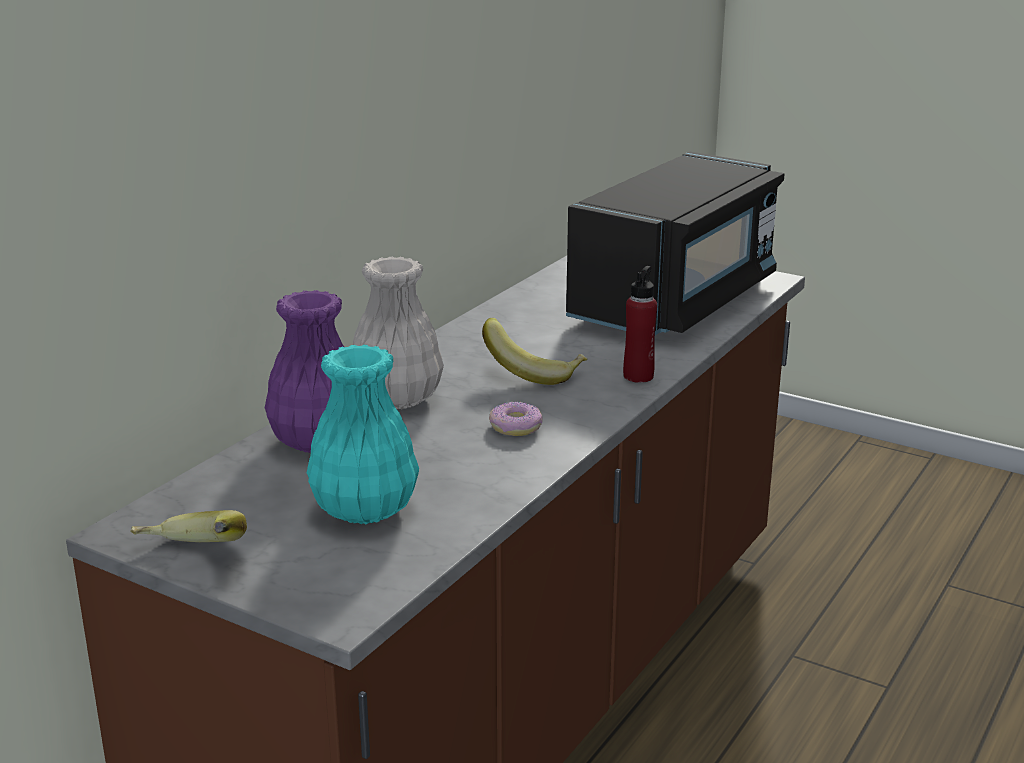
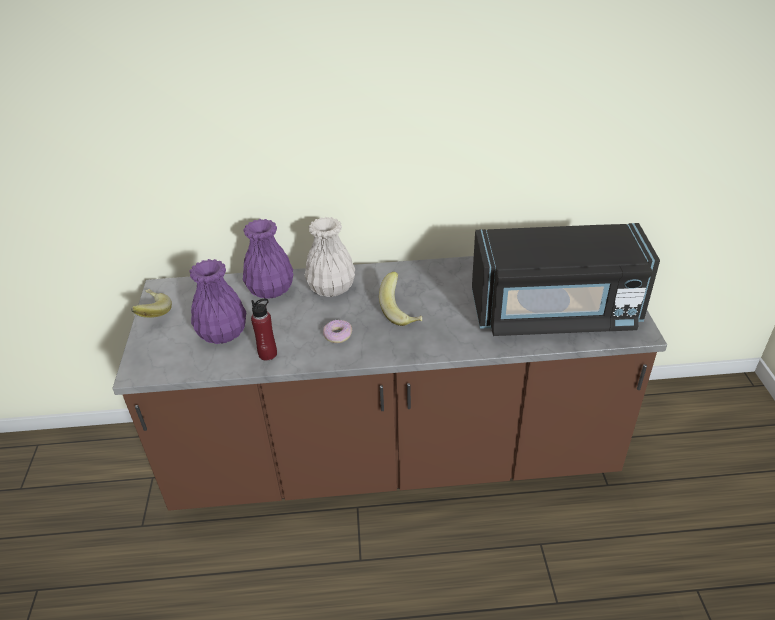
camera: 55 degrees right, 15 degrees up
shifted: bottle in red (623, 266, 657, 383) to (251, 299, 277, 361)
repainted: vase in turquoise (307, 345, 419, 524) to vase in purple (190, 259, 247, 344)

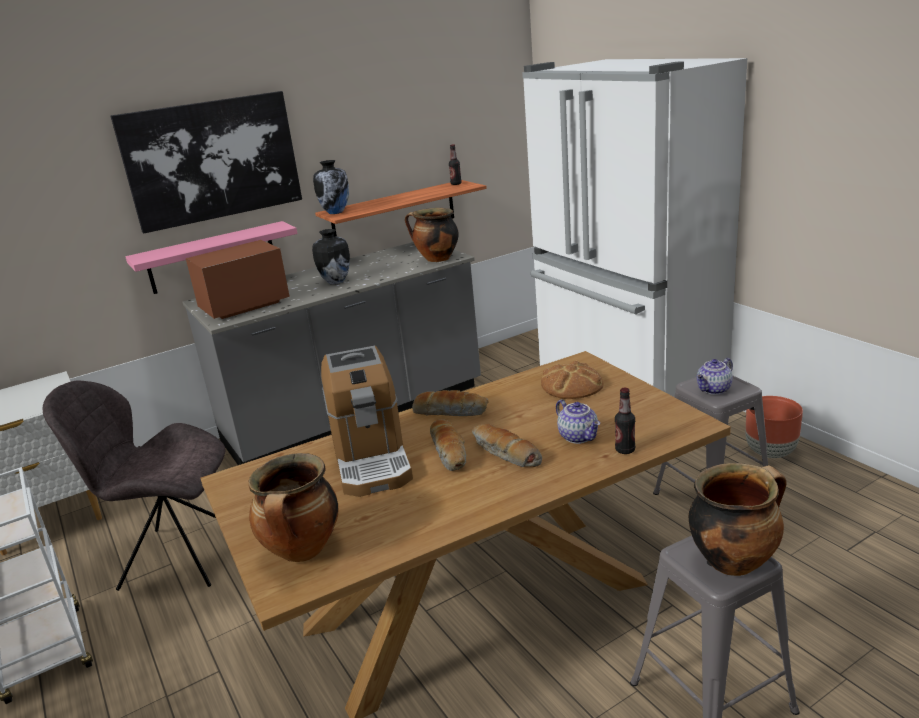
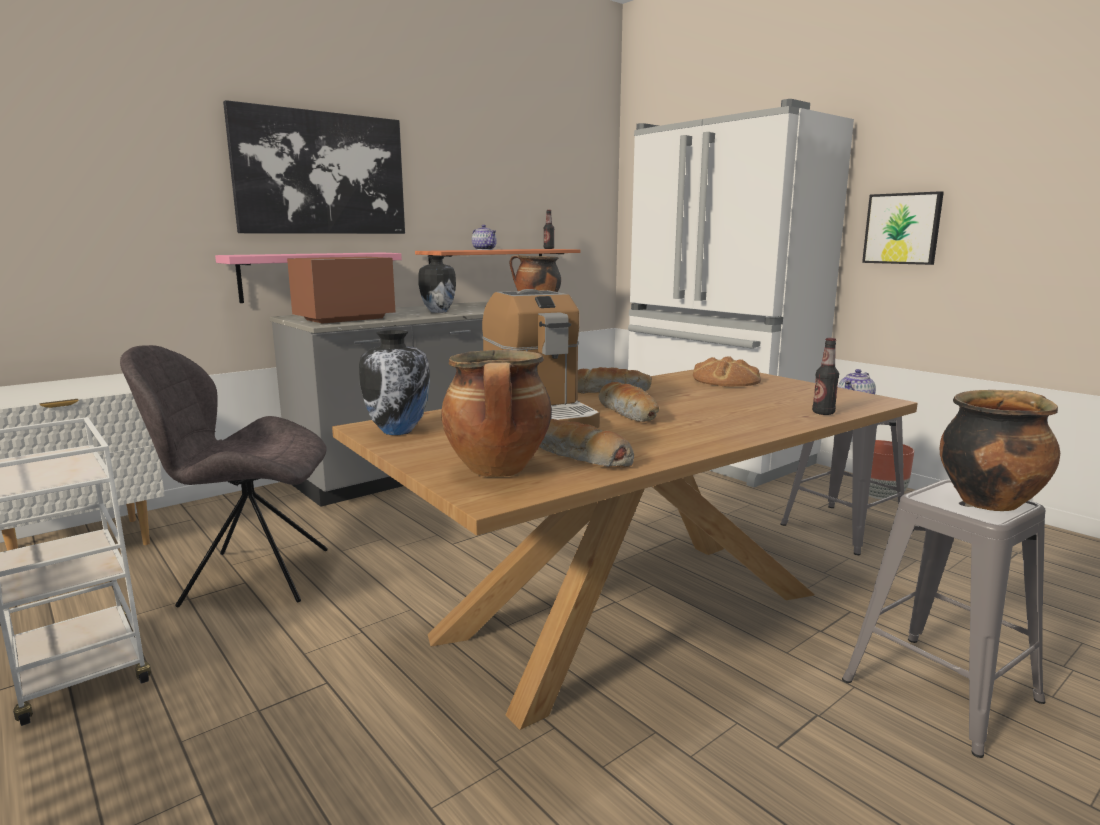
camera: 10 degrees left, 10 degrees down
new: picture (862, 191, 944, 265)
shifted: vase (313, 160, 349, 214) to (359, 330, 430, 435); teapot (556, 400, 600, 444) to (472, 225, 497, 250); bread (472, 424, 542, 467) to (539, 419, 634, 468)

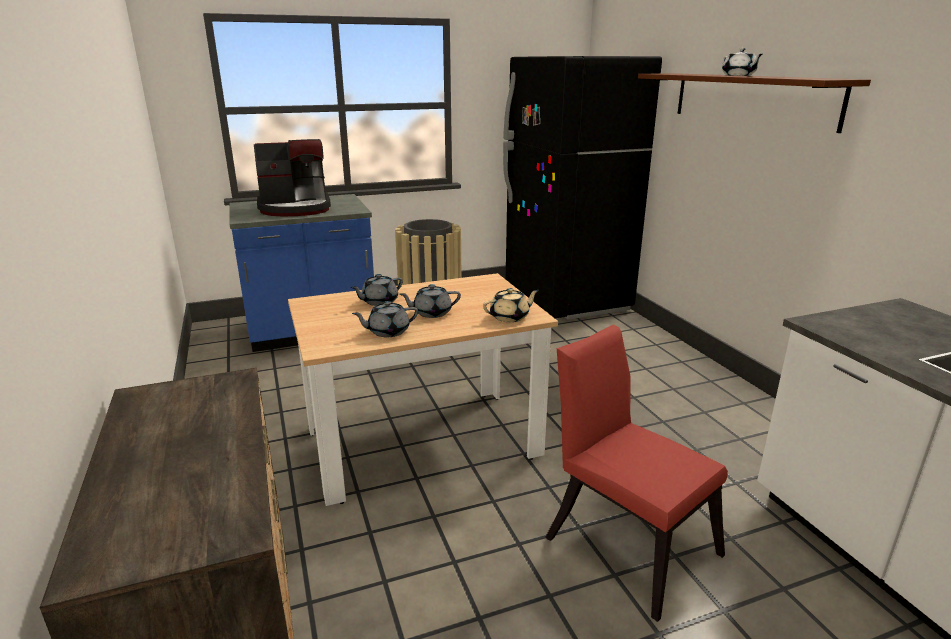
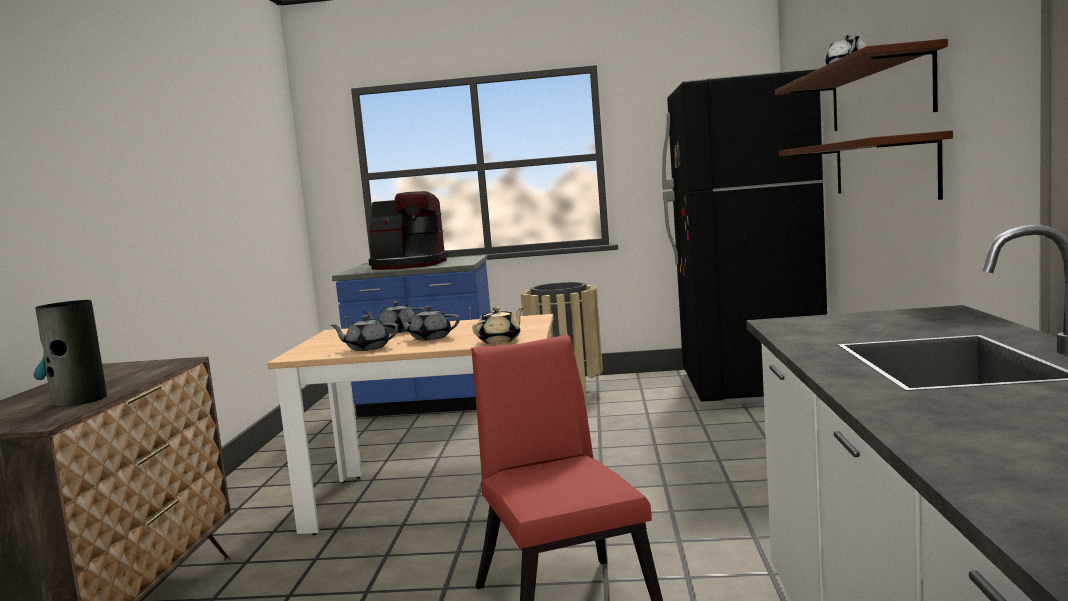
camera: 25 degrees right, 15 degrees down
new: vase (34, 300, 107, 407); shelf in brown (779, 130, 953, 200)
rotated: teapot in beige (483, 288, 539, 322) = (472, 307, 524, 344) 45 degrees counterclockwise

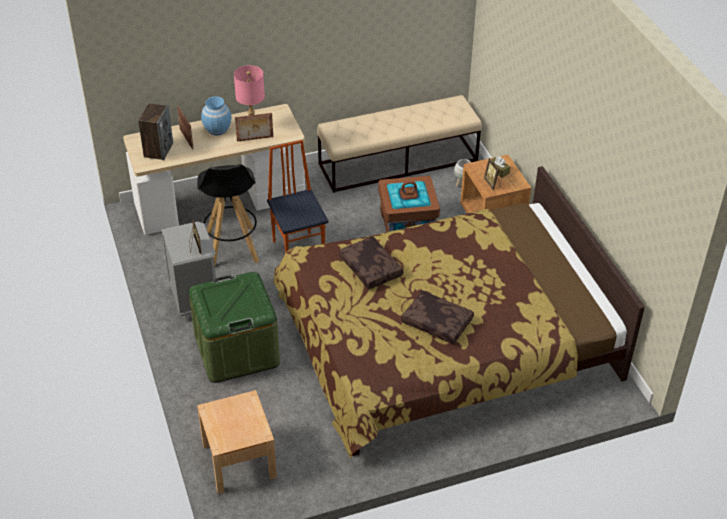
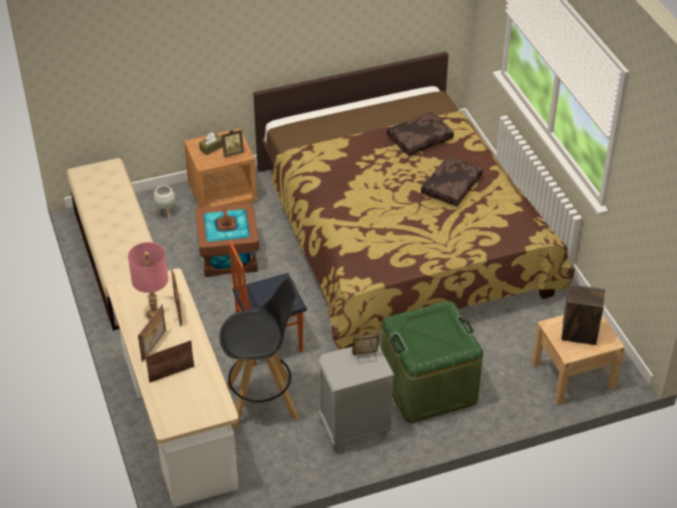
camera: 90 degrees left, 0 degrees up
shifted: pillow in brown (339, 236, 403, 290) to (387, 112, 454, 156); speaker (138, 103, 173, 160) to (561, 284, 605, 345)
swapped: vase in blue (201, 96, 231, 135) to picture frame (138, 305, 166, 362)

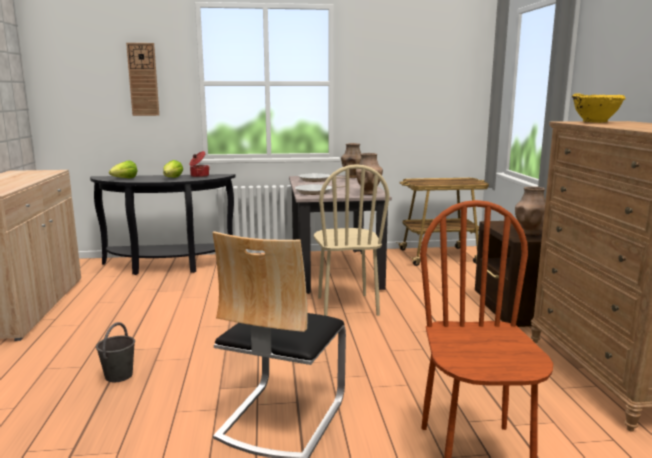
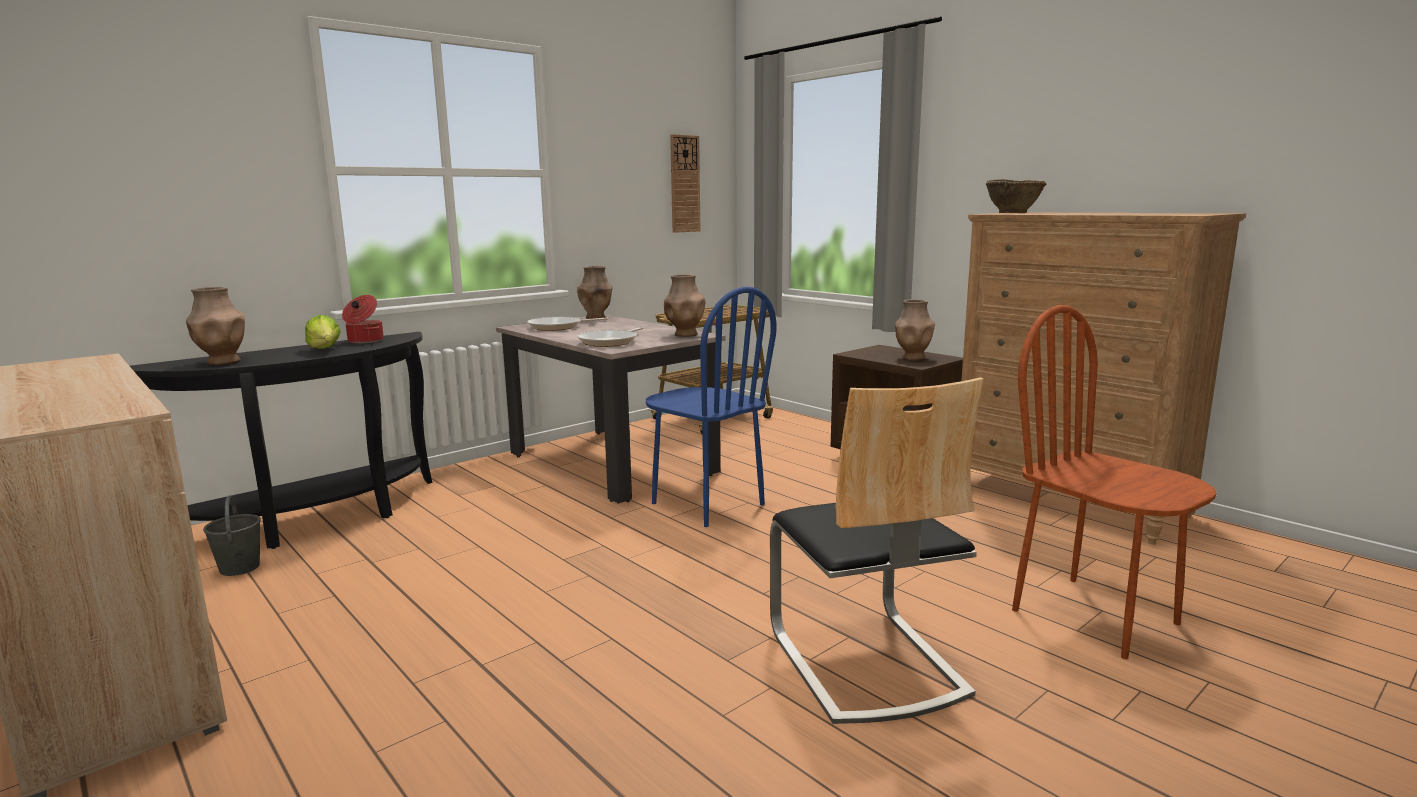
camera: 35 degrees left, 0 degrees up
shifted: bucket in grey (96, 322, 135, 382) to (203, 495, 261, 576); wall clock (126, 43, 159, 116) to (670, 134, 701, 233)
swapped: lettuce (109, 160, 138, 178) to vase in brown (186, 287, 245, 365)
repainted: chair in beige (314, 164, 389, 316) to chair in blue (646, 287, 777, 527); bowl in yellow (572, 93, 626, 123) to bowl in brown (986, 179, 1047, 213)

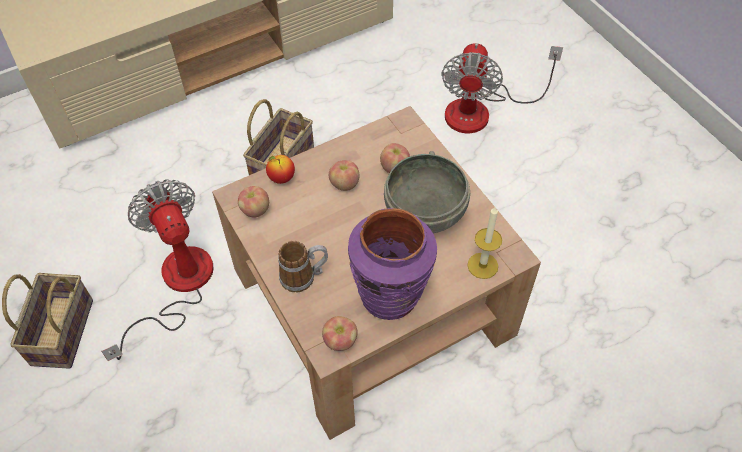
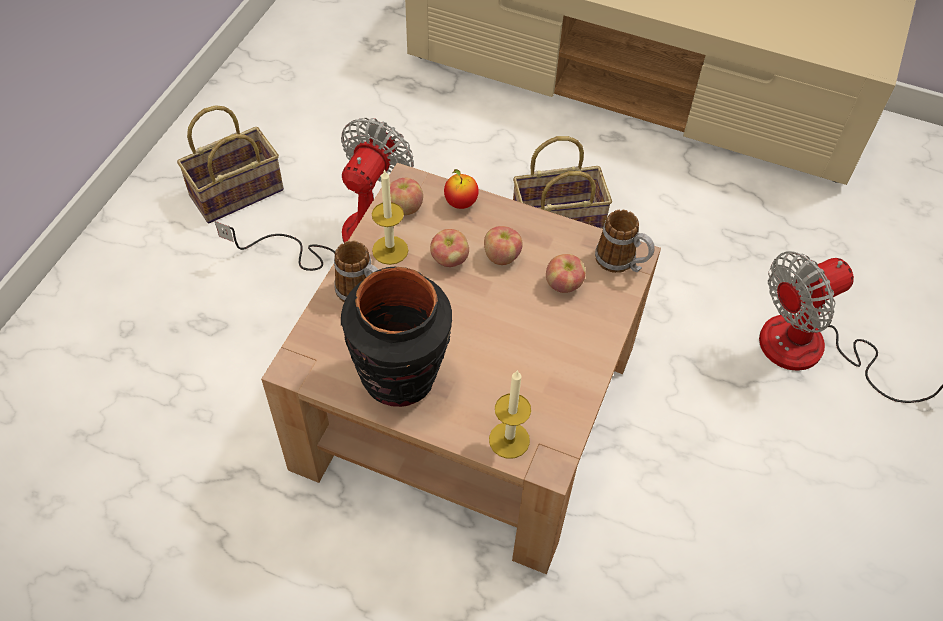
camera: 50 degrees right, 0 degrees up
gone: bowl in grey (384, 151, 470, 234)
new: candle (372, 169, 408, 265); mug (595, 210, 655, 273)
shifted: apple (322, 316, 358, 351) to (430, 229, 469, 267)
repainted: vase in purple (348, 208, 437, 320) to vase in black (341, 267, 452, 407)

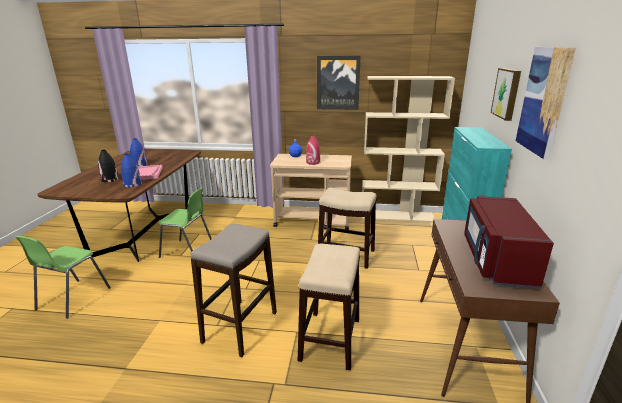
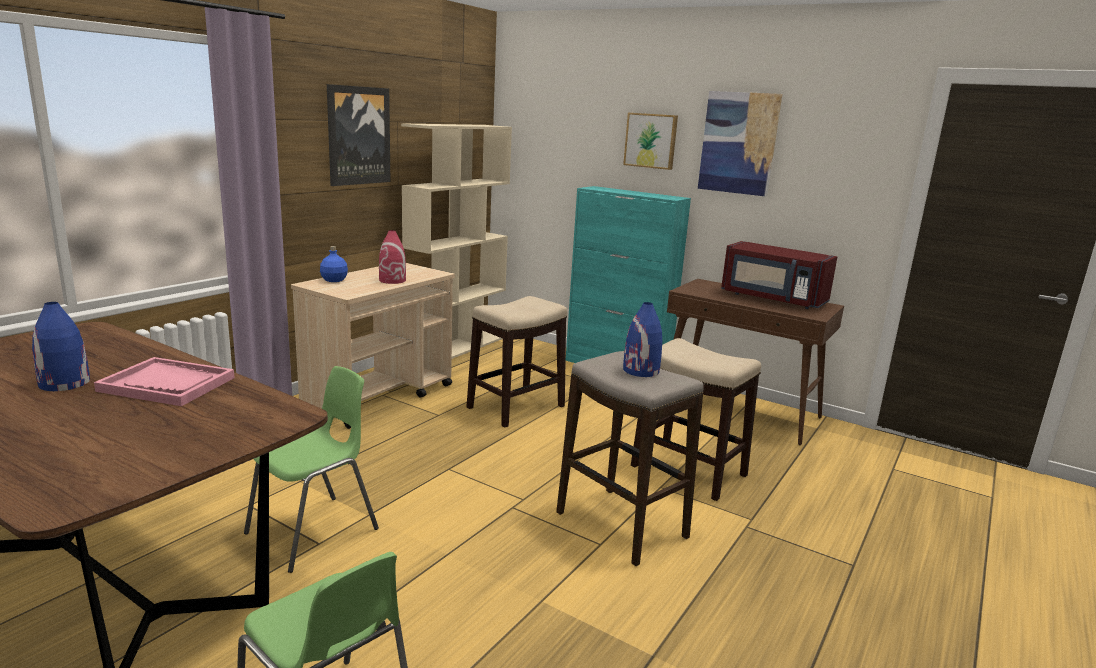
camera: 65 degrees left, 5 degrees down
gone: vase in black (98, 150, 119, 182)
shifted: vase in blue (121, 154, 142, 187) to (623, 302, 662, 377)

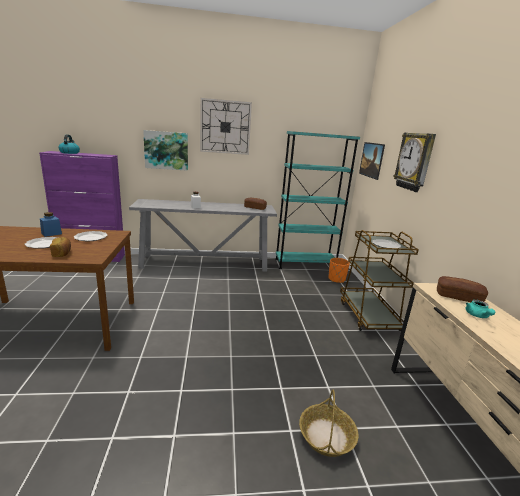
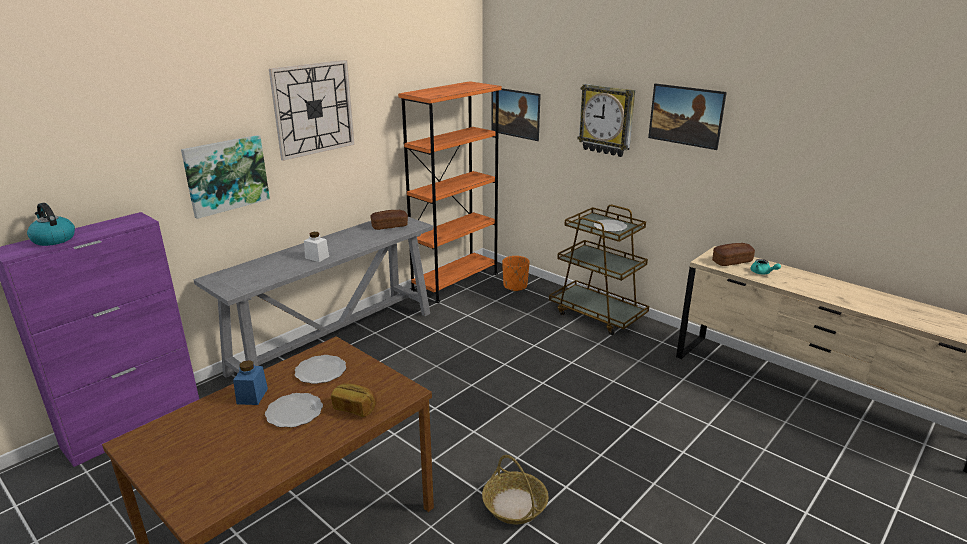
camera: 40 degrees left, 5 degrees up
new: picture (648, 83, 727, 150)
shifted: basket (299, 390, 358, 457) to (482, 455, 548, 524)
repainted: bookcase in turquoise (275, 131, 360, 269) to bookcase in orange (398, 81, 502, 303)

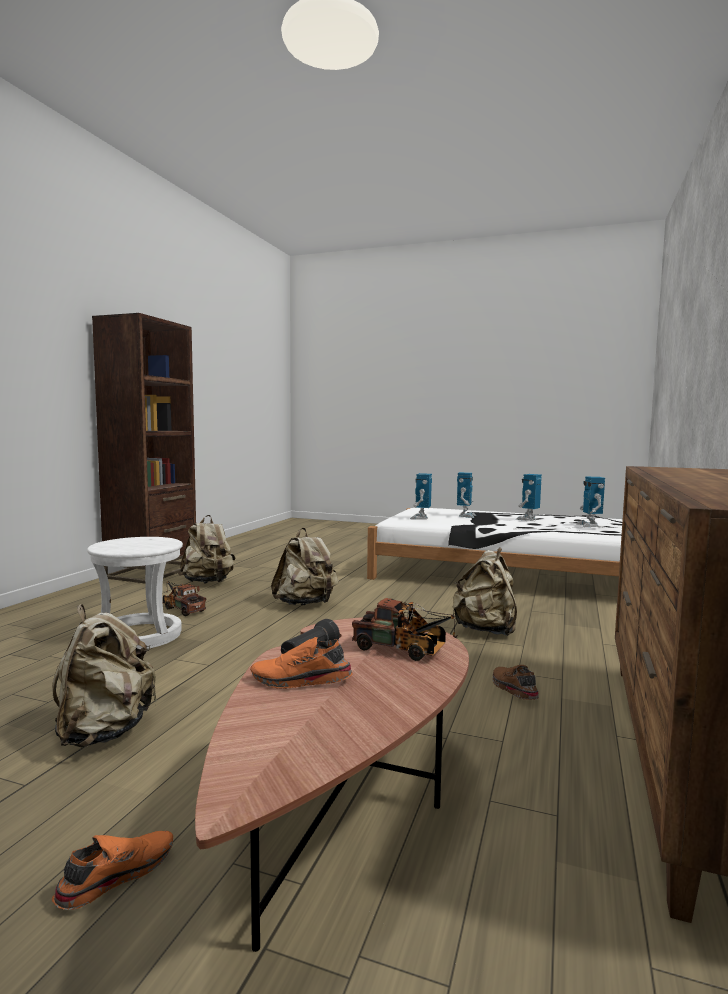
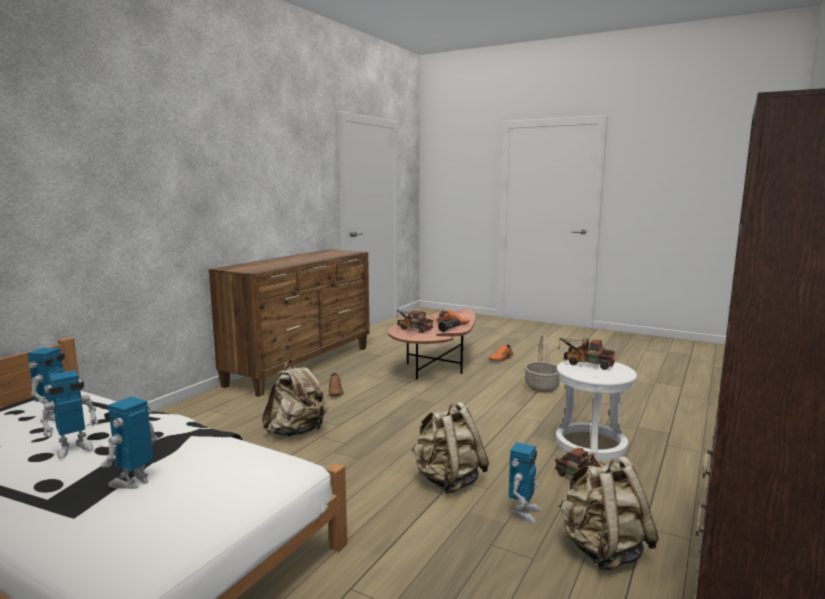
camera: 170 degrees left, 5 degrees up
new: toy truck (558, 338, 616, 370)
shifted: toy robot (410, 473, 432, 520) to (509, 442, 542, 523)
swapped: backpack in beige (52, 604, 157, 748) to basket (524, 335, 560, 392)

